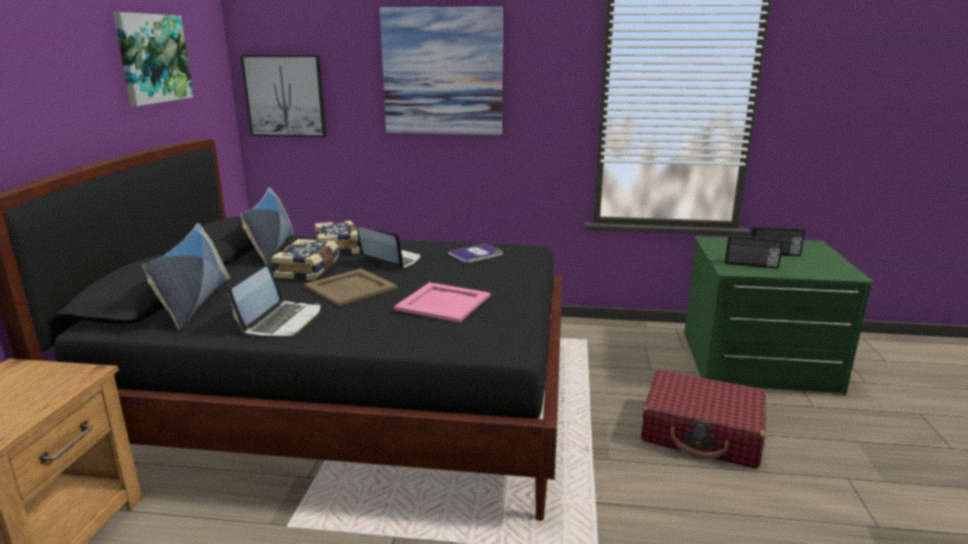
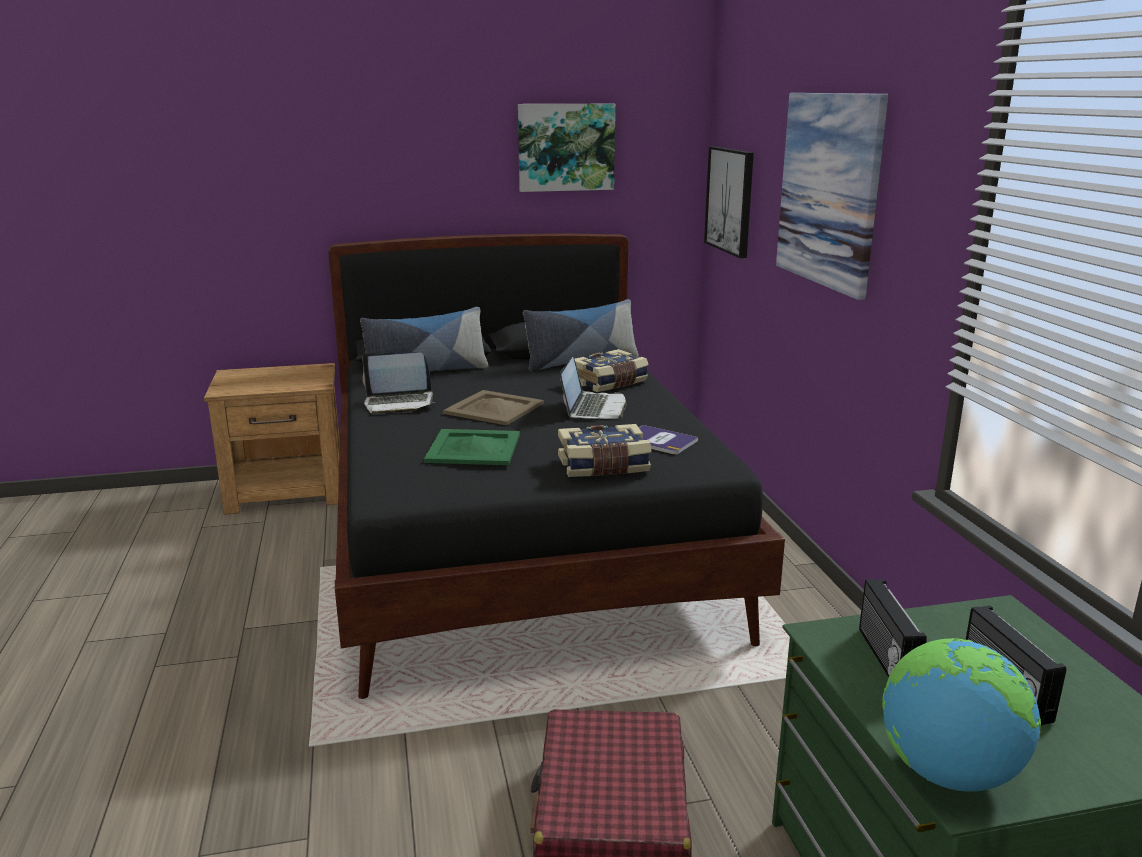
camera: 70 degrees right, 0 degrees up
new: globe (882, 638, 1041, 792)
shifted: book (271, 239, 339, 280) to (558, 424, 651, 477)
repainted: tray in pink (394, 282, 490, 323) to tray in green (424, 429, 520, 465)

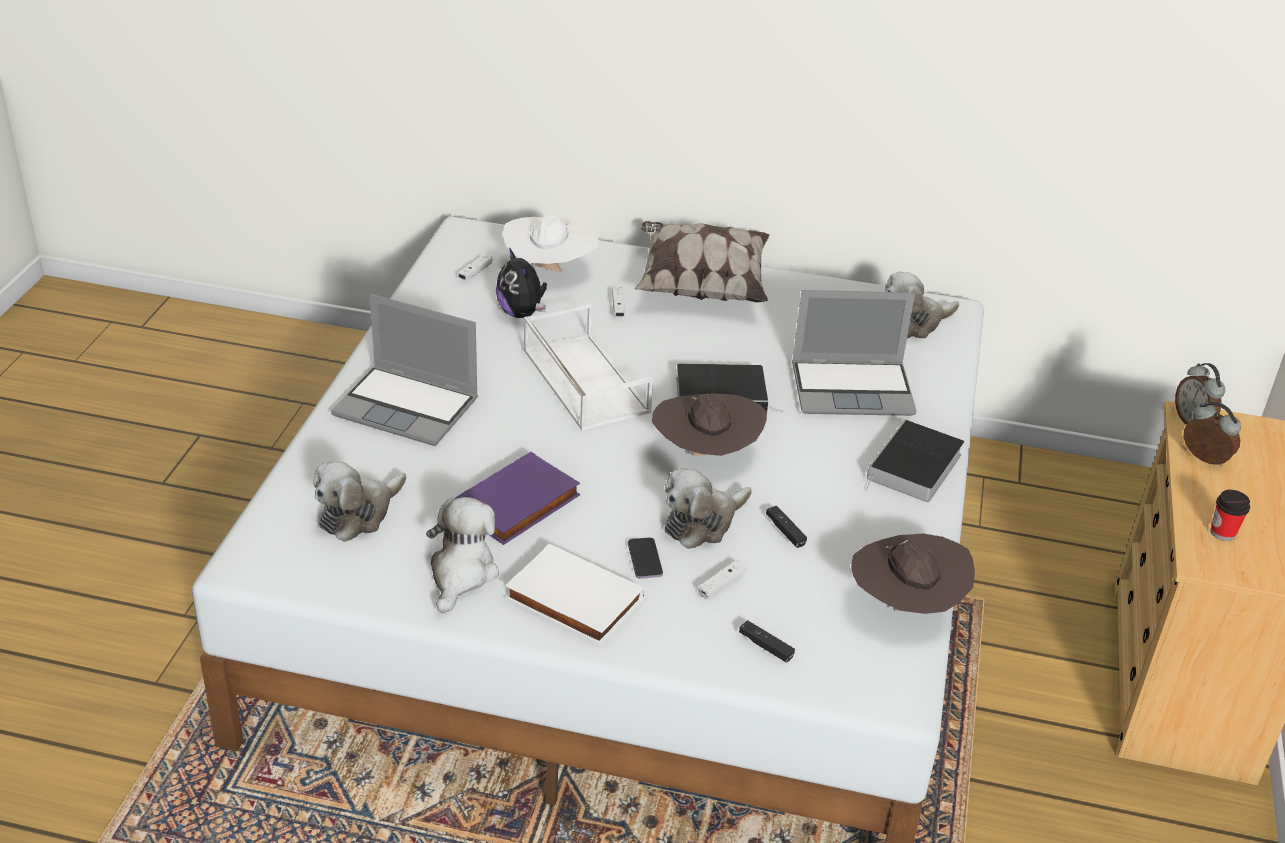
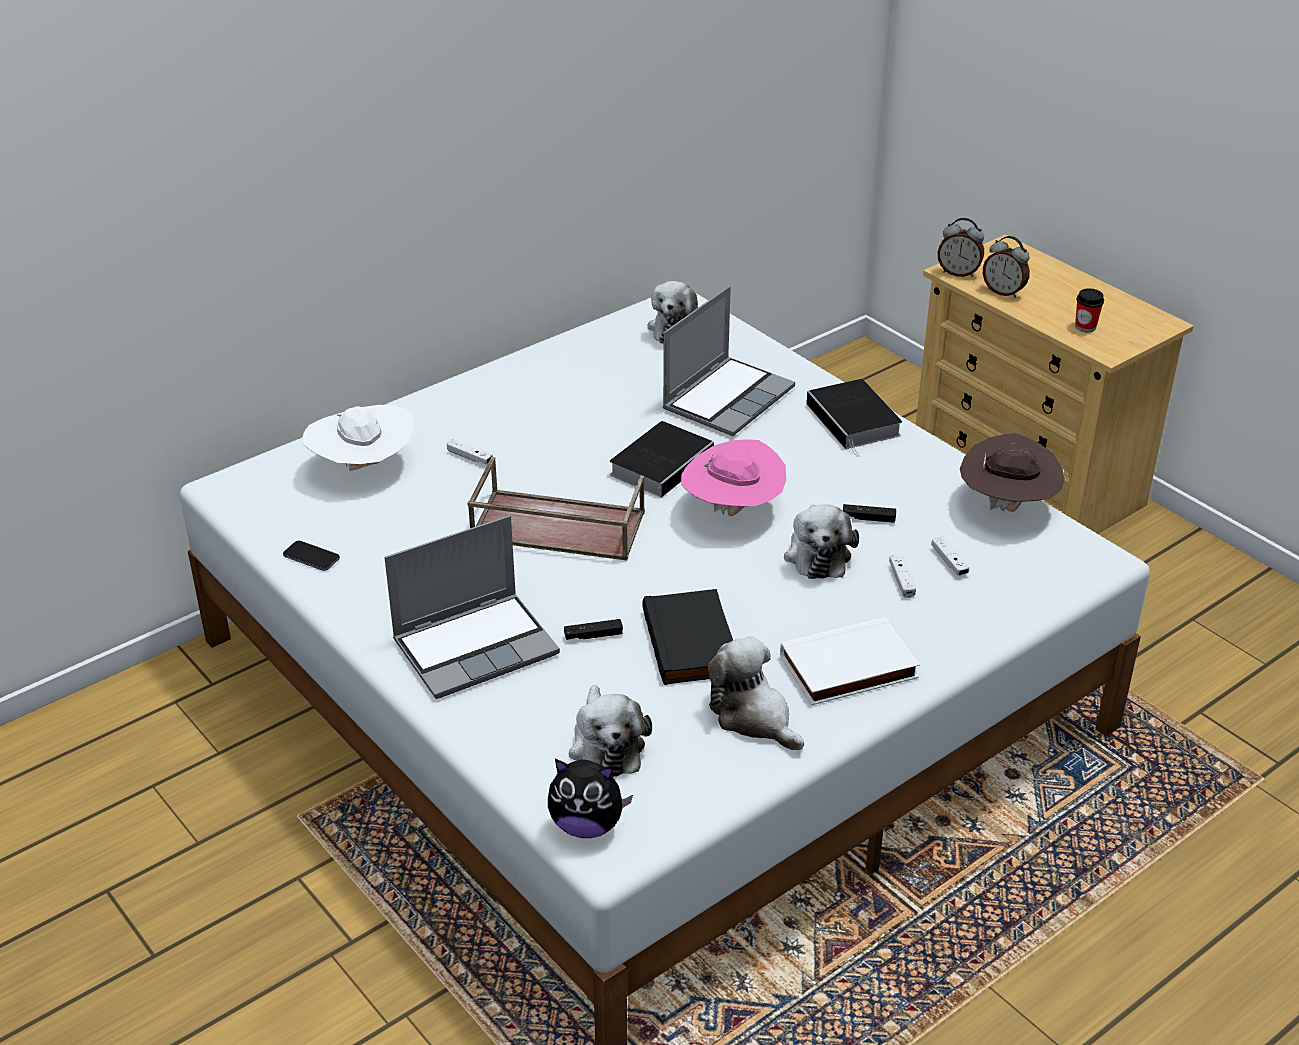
camera: 50 degrees left, 0 degrees up
gone: pillow (634, 221, 769, 302)
shifted: phone (628, 537, 663, 579) to (283, 541, 340, 571); plush toy (496, 248, 547, 318) to (548, 759, 633, 838); game controller in black (739, 620, 795, 663) to (564, 619, 623, 640); game controller in white (458, 254, 492, 280) to (932, 537, 969, 576)
repainted: tray in white (524, 303, 653, 431) to tray in brown (467, 457, 645, 560); book in purple (455, 452, 580, 545) to book in black (642, 589, 733, 685); hat in brown (652, 393, 767, 456) to hat in pink (681, 439, 786, 516)
rotated: alarm clock (1183, 402, 1241, 466) = (983, 236, 1030, 298) 135 degrees counterclockwise

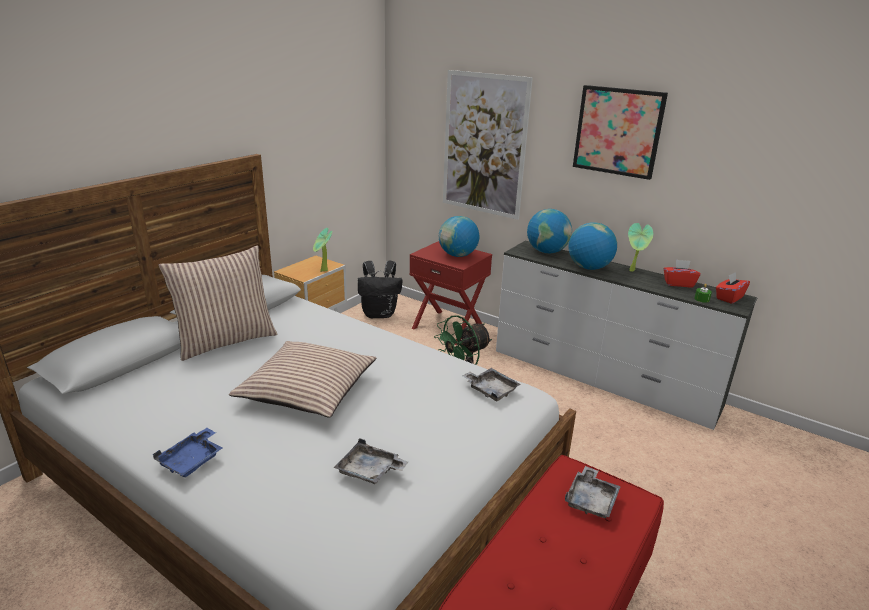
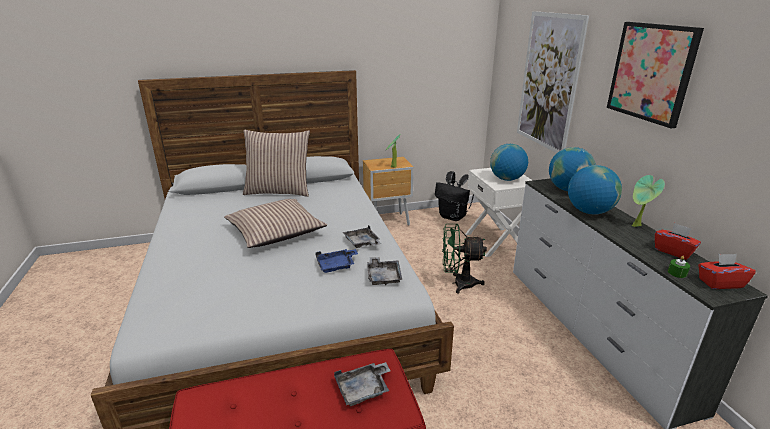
camera: 40 degrees right, 0 degrees up
shifted: tray in blue (153, 428, 222, 477) to (316, 249, 358, 273); tray in grey (334, 438, 408, 484) to (343, 225, 381, 248)
repainted: nightstand in red (409, 241, 492, 345) to nightstand in white (465, 168, 532, 257)

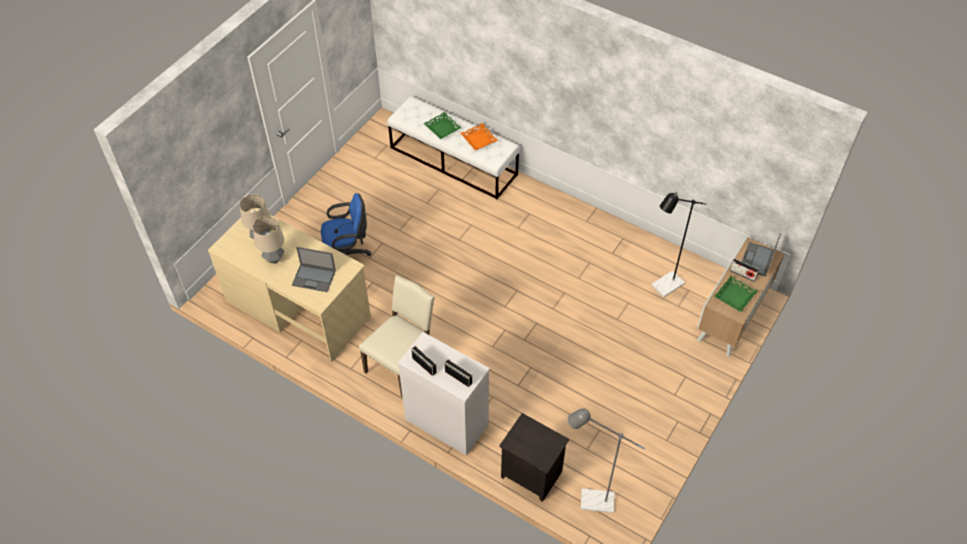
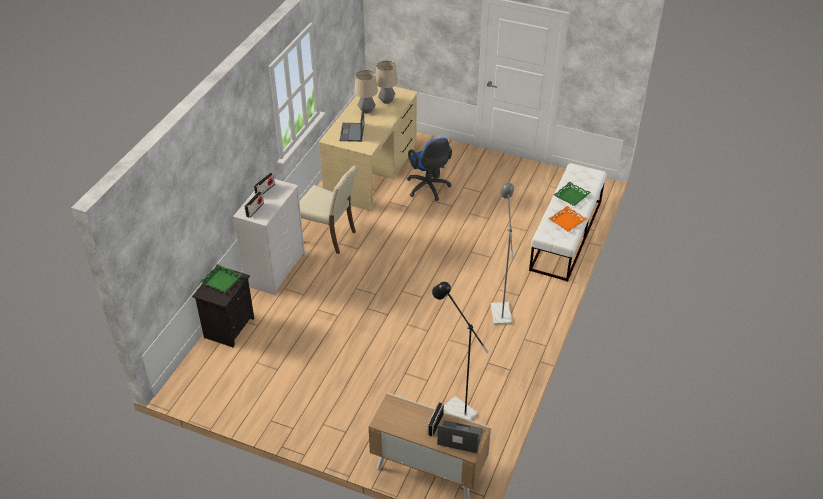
camera: 80 degrees right, 10 degrees down
shifted: tray in green (714, 276, 757, 312) to (200, 264, 243, 293); floor lamp in grey (568, 408, 645, 513) to (491, 183, 514, 325)

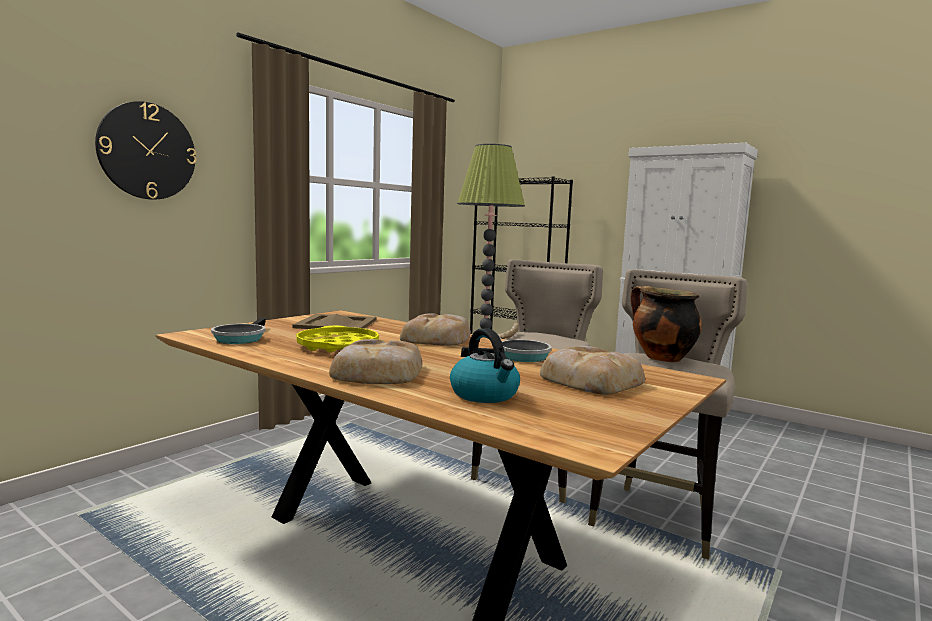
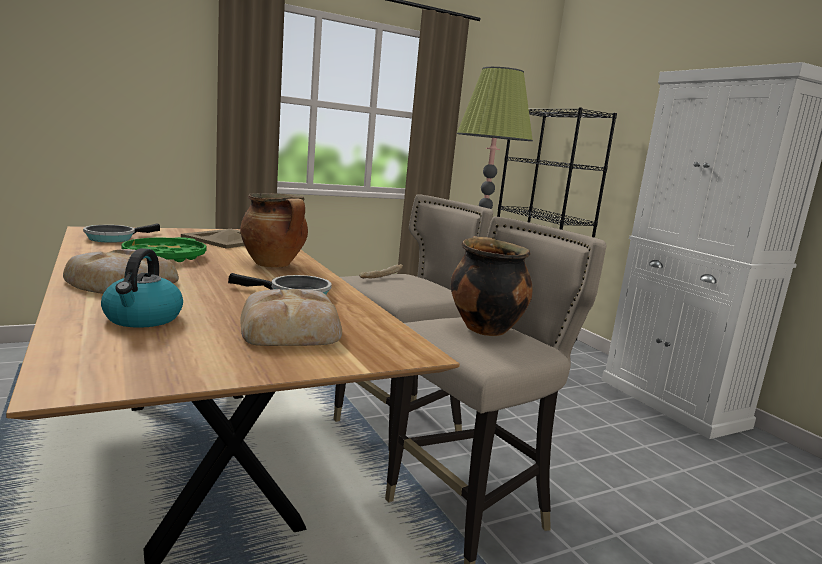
camera: 25 degrees right, 5 degrees up
gone: wall clock (95, 101, 196, 200)
swapped: bread (400, 313, 471, 346) to cooking pot (240, 193, 308, 268)
repainted: tray in yellow (296, 326, 379, 353) to tray in green (121, 237, 206, 262)

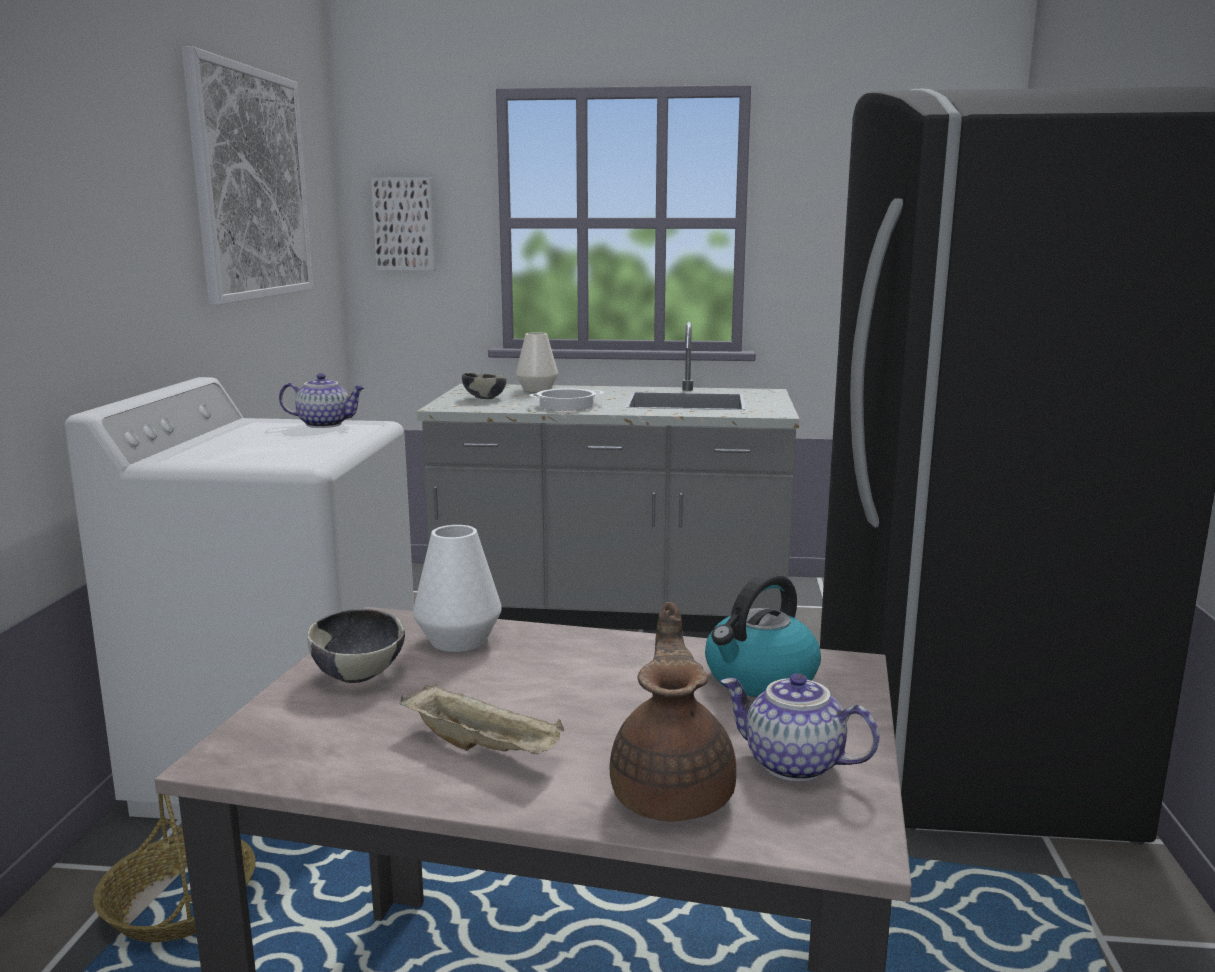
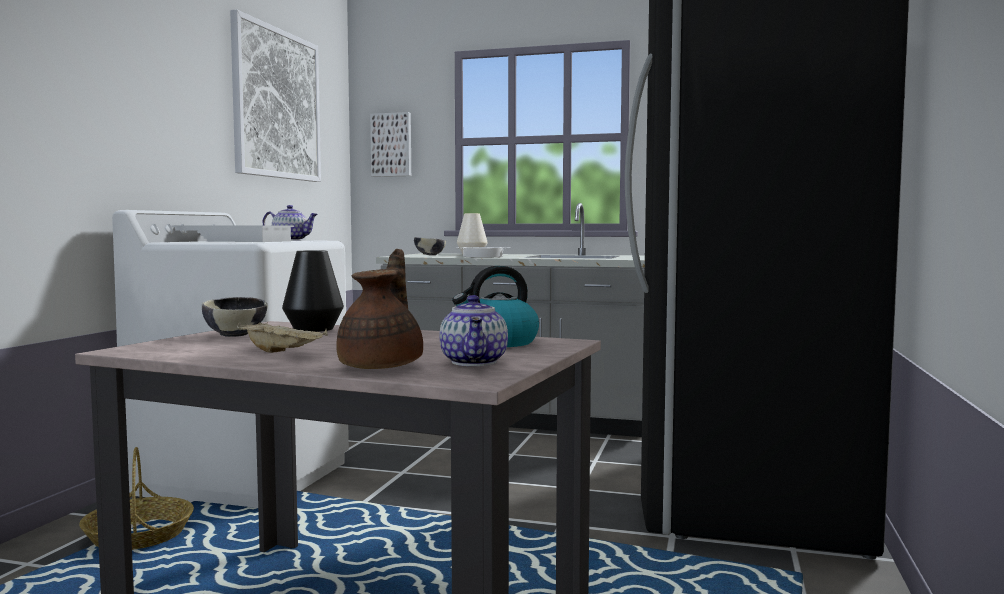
camera: 10 degrees right, 10 degrees down
new: tray in white (171, 225, 294, 242)
repainted: vase in white (413, 525, 502, 652) to vase in black (282, 250, 344, 332)
rotated: teapot (721, 673, 879, 781) = (440, 295, 508, 366) 135 degrees counterclockwise

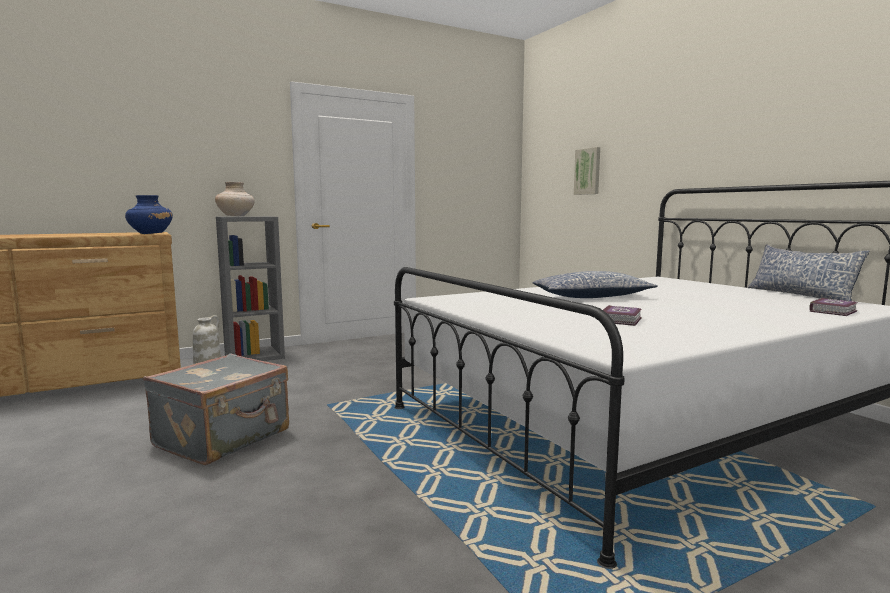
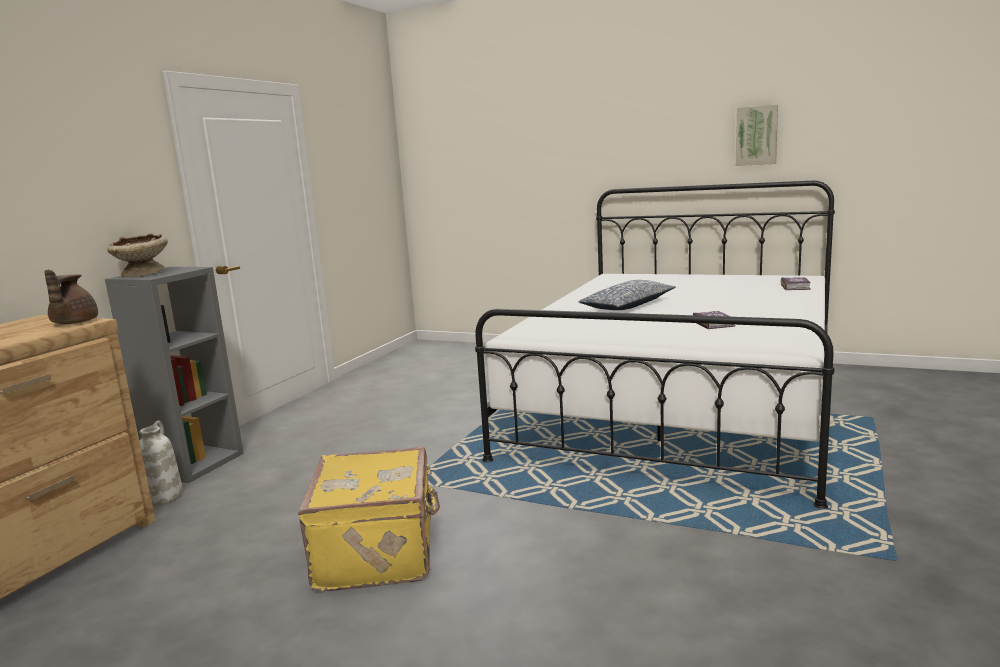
camera: 35 degrees left, 5 degrees up
gone: pillow (748, 244, 870, 301)
shifted: picture (574, 147, 600, 195) to (736, 104, 778, 166)
swapped: vase in blue (125, 195, 173, 234) to teapot in brown (44, 269, 98, 324); vase in beige (215, 182, 255, 216) to bowl in beige (107, 233, 168, 277)
repainted: suitcase in grey (143, 354, 289, 465) to suitcase in yellow (298, 447, 440, 591)

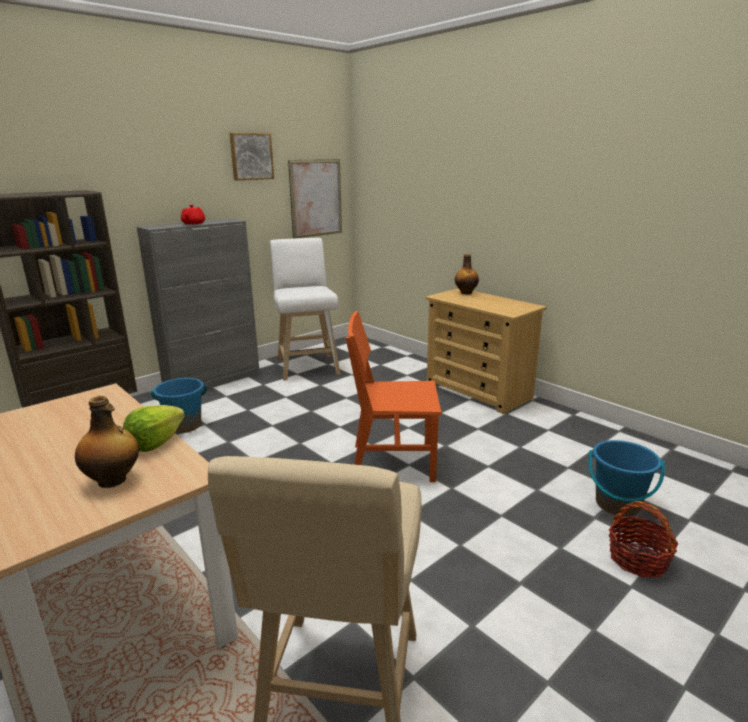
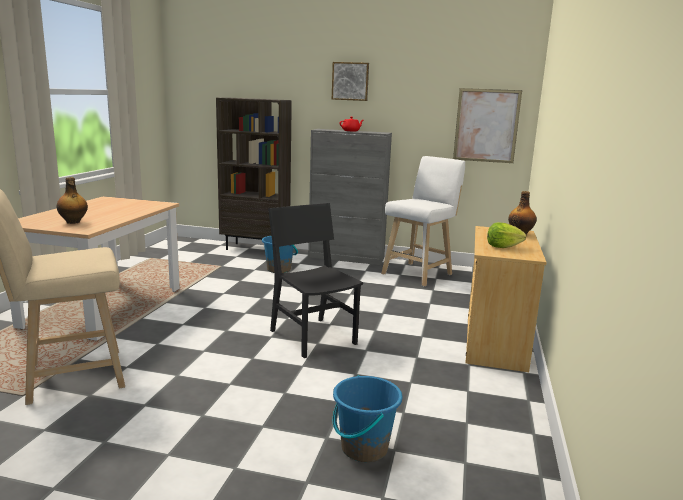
camera: 55 degrees right, 5 degrees down
gone: basket (608, 501, 679, 577)
shifted: picture (230, 133, 274, 180) to (332, 62, 369, 101); lettuce (123, 405, 185, 452) to (487, 223, 526, 248)
repainted: chair in orange (346, 311, 442, 482) to chair in black (268, 203, 363, 358)

